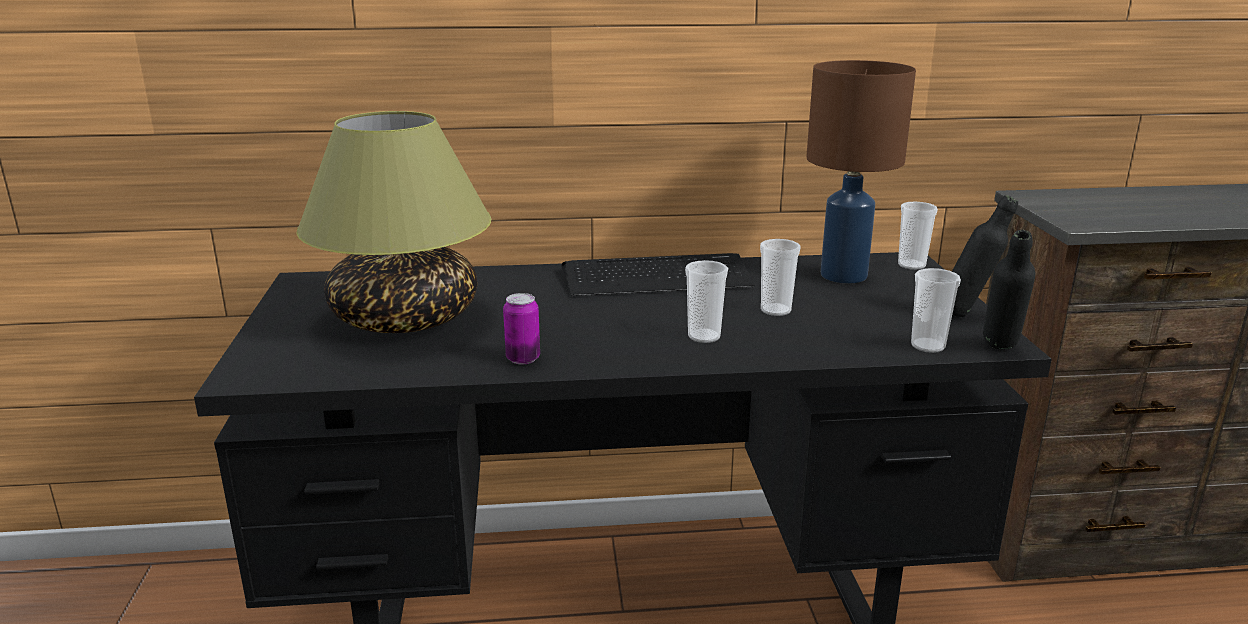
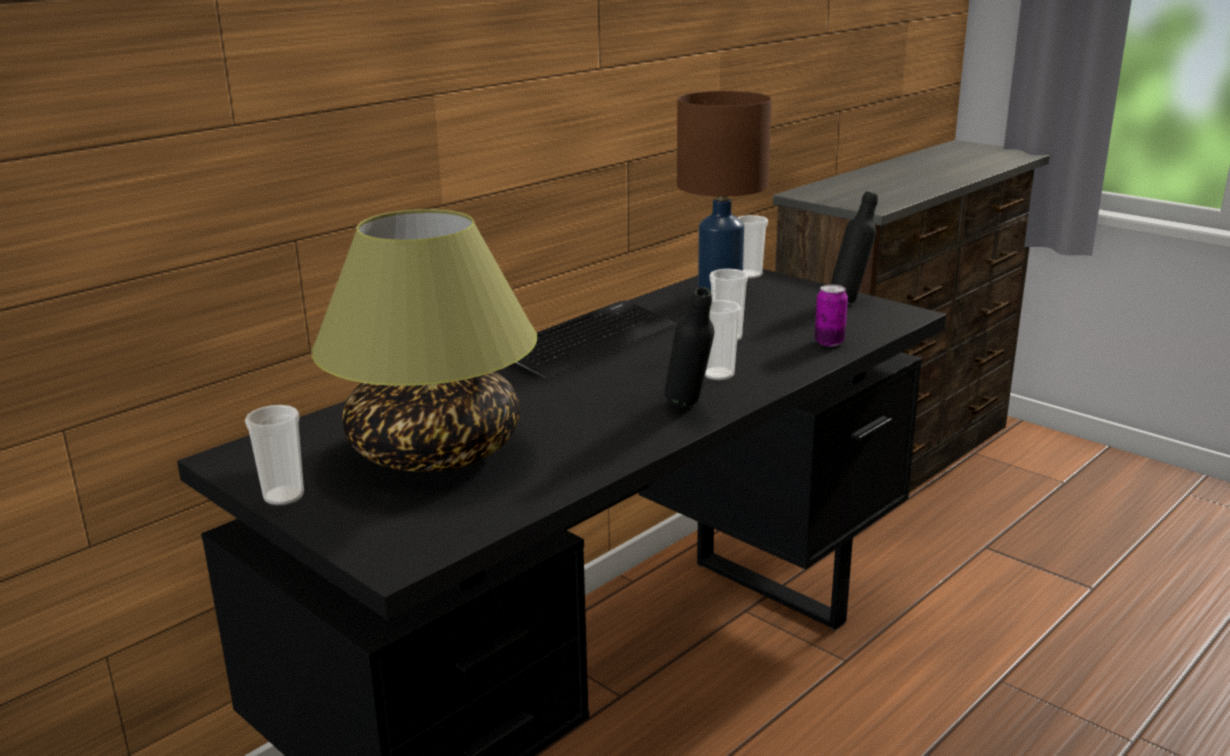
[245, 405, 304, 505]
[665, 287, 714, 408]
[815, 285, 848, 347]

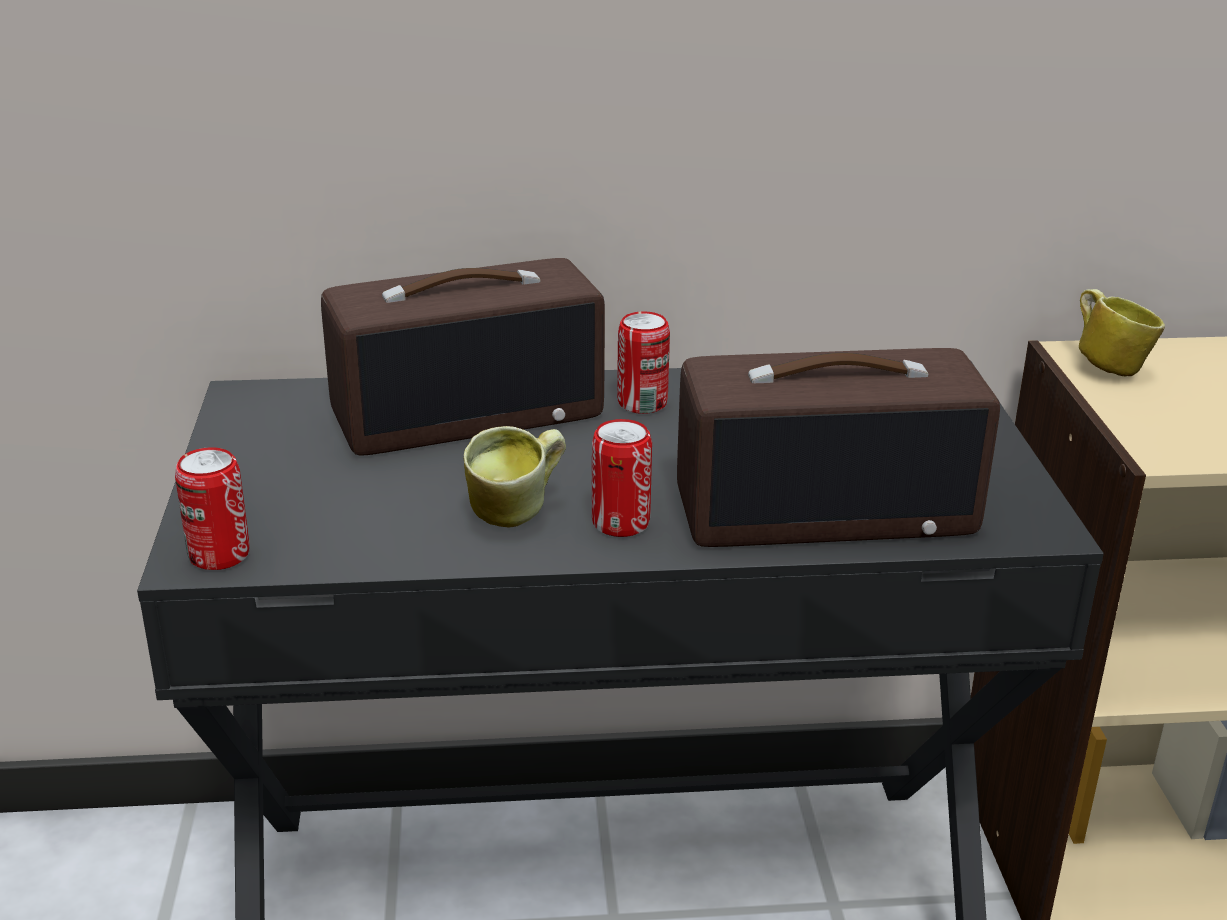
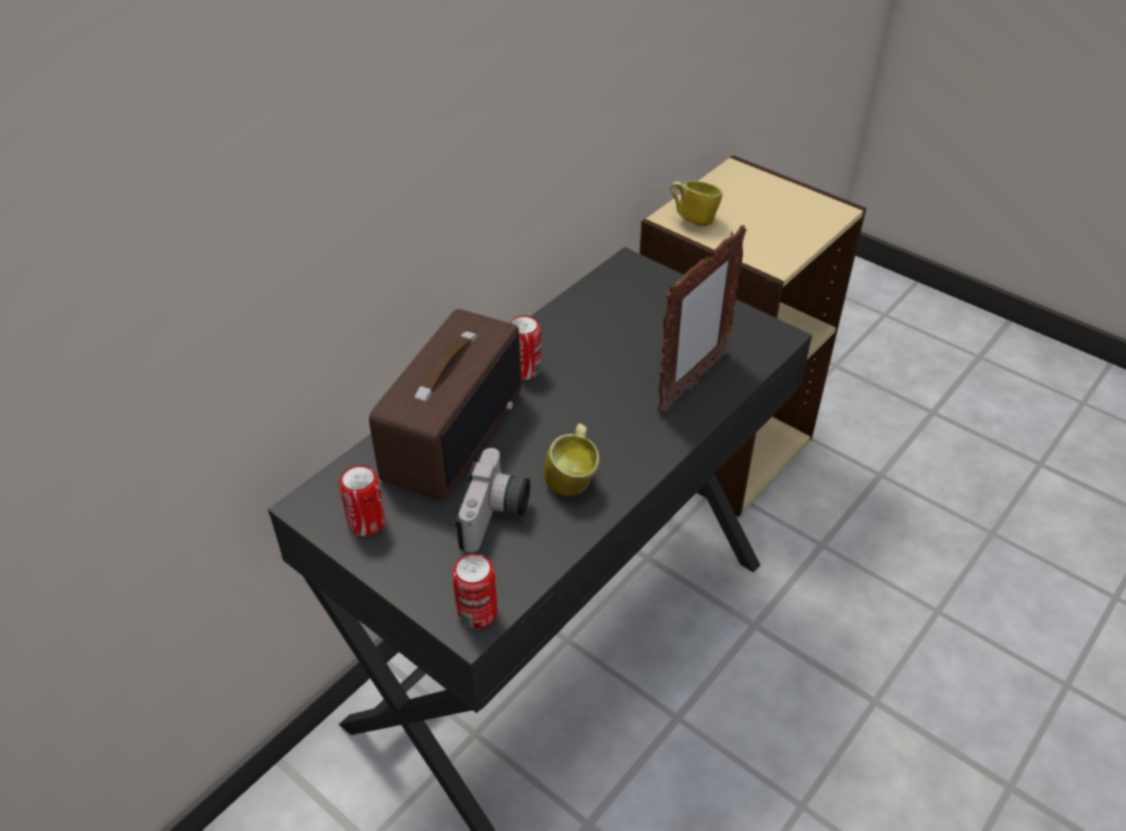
[339, 465, 385, 536]
[455, 448, 530, 553]
[657, 225, 747, 414]

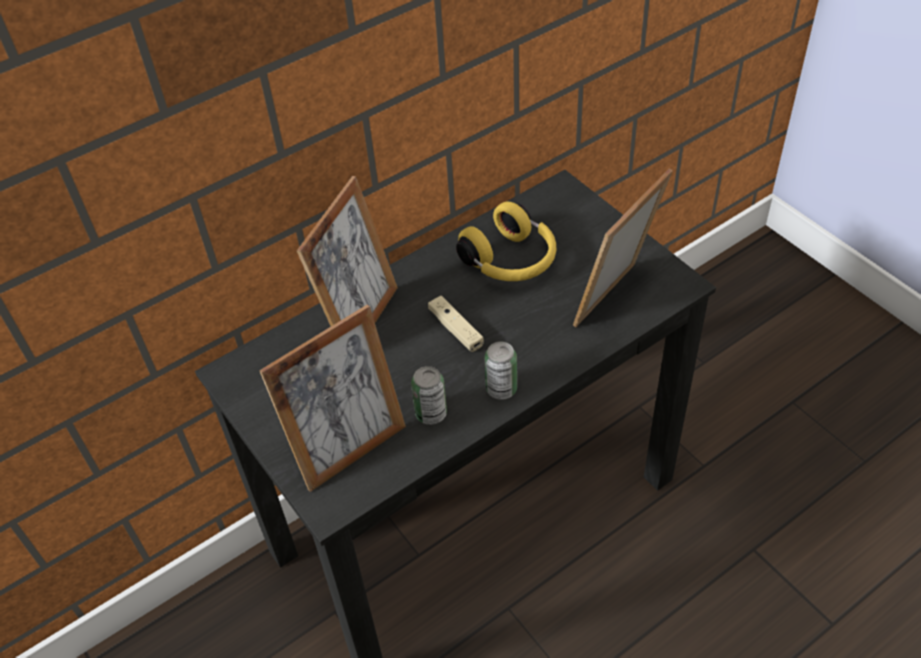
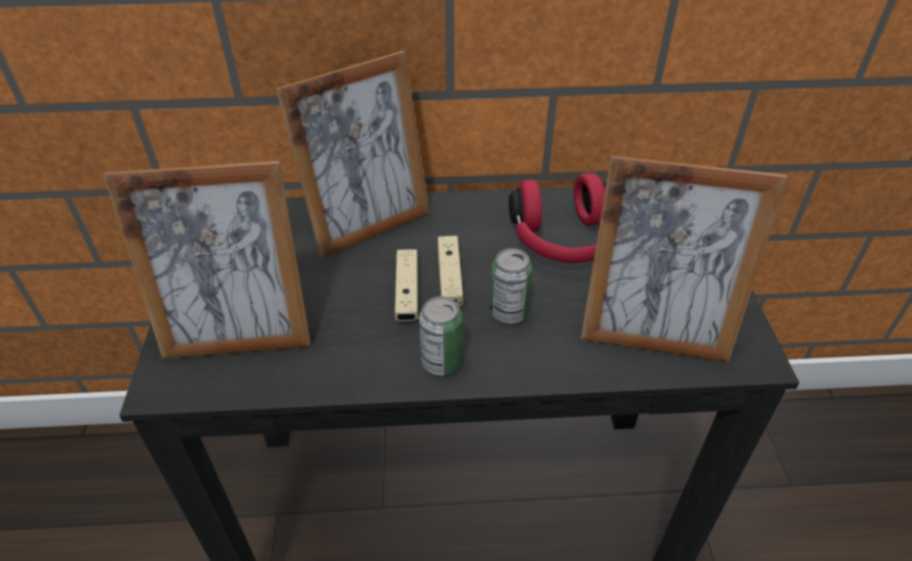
[395, 249, 418, 321]
[490, 248, 532, 324]
[509, 173, 607, 263]
[580, 155, 788, 362]

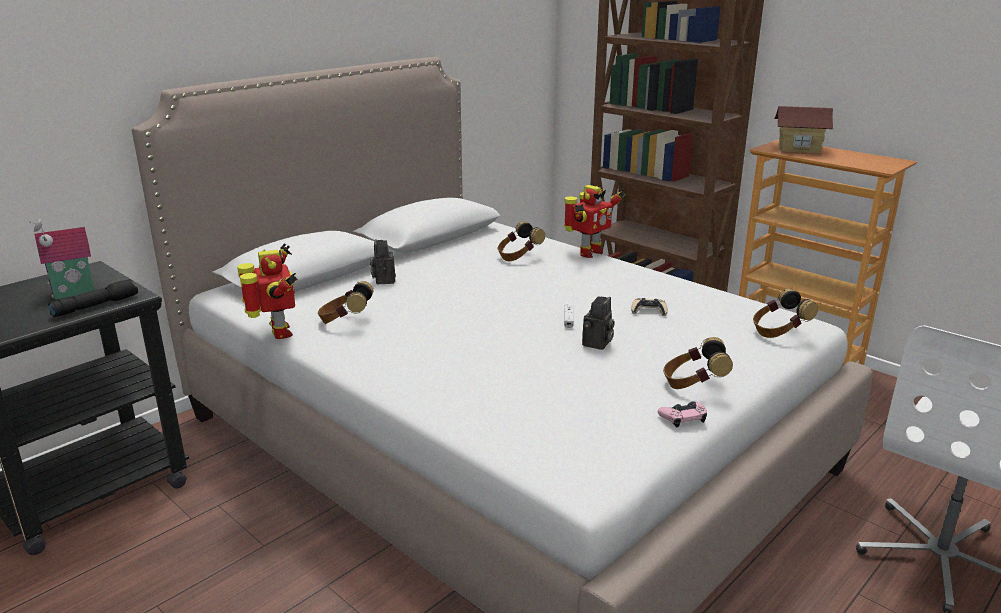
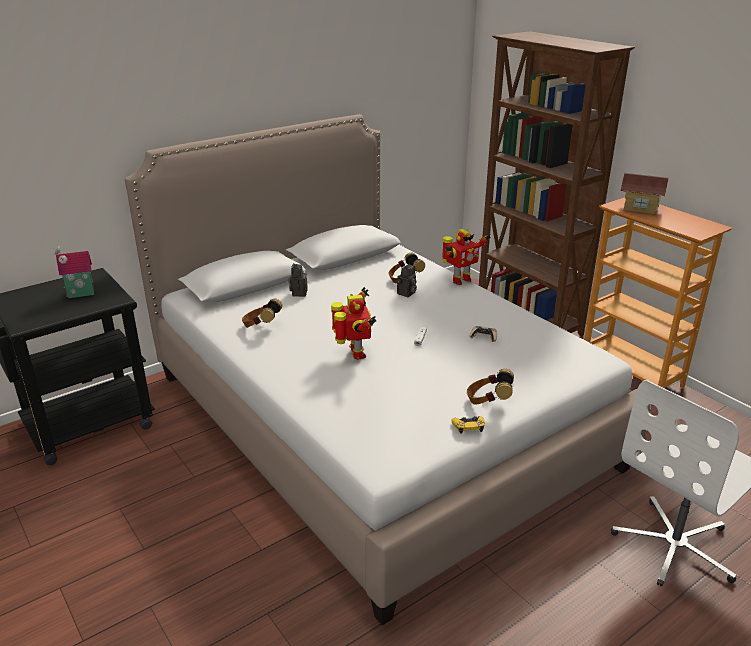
[331, 287, 376, 360]
[397, 264, 417, 297]
[451, 416, 485, 434]
[48, 279, 138, 317] (first image)
[753, 288, 818, 338] (first image)

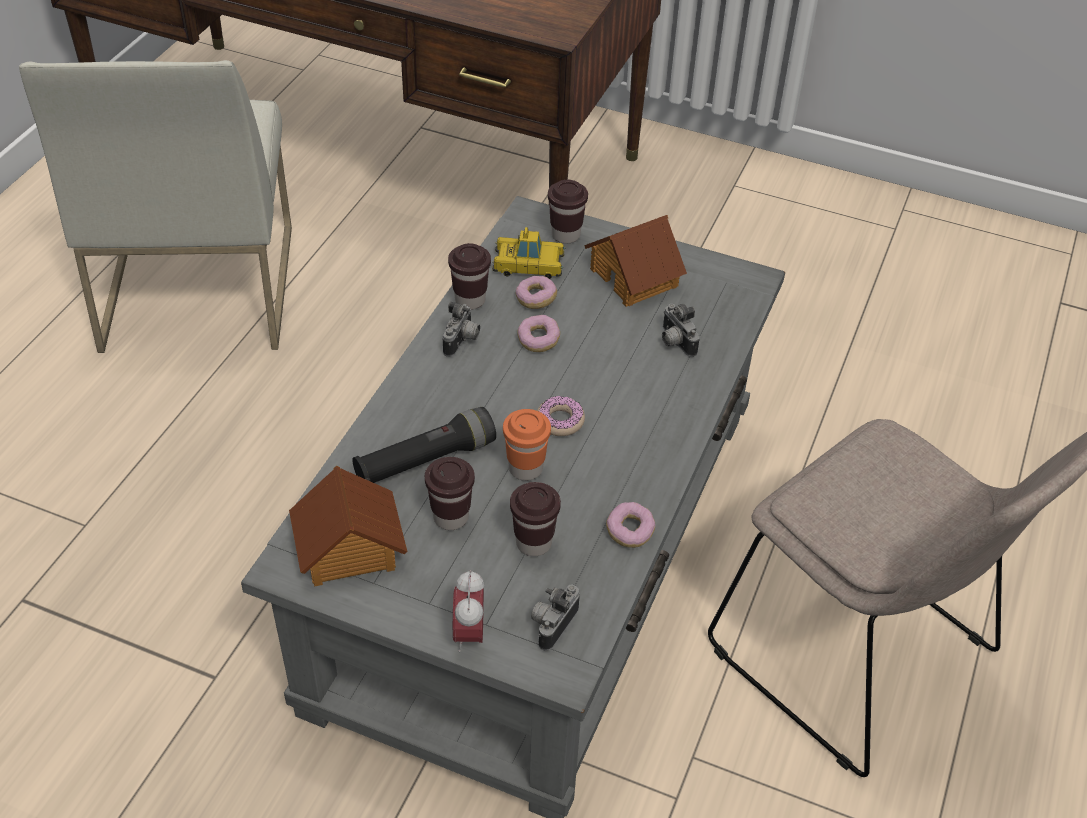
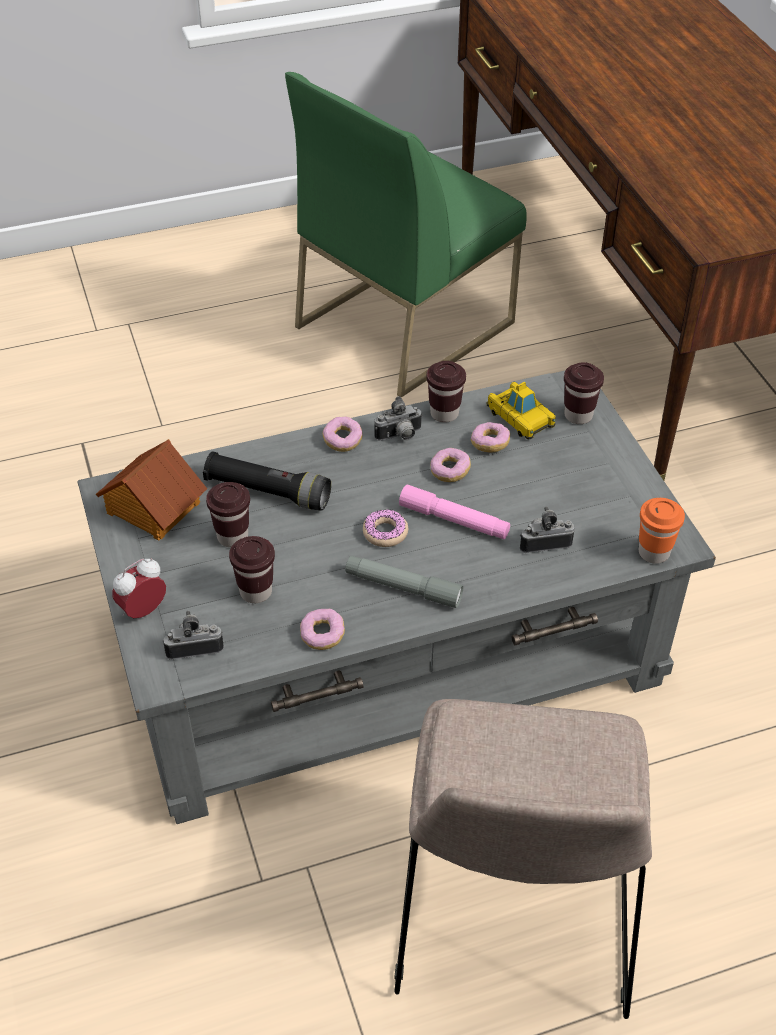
[285, 72, 527, 397]
[323, 416, 363, 452]
[345, 556, 463, 608]
[399, 484, 510, 539]
[520, 507, 575, 553]
[639, 498, 685, 564]
[584, 215, 687, 307] (first image)

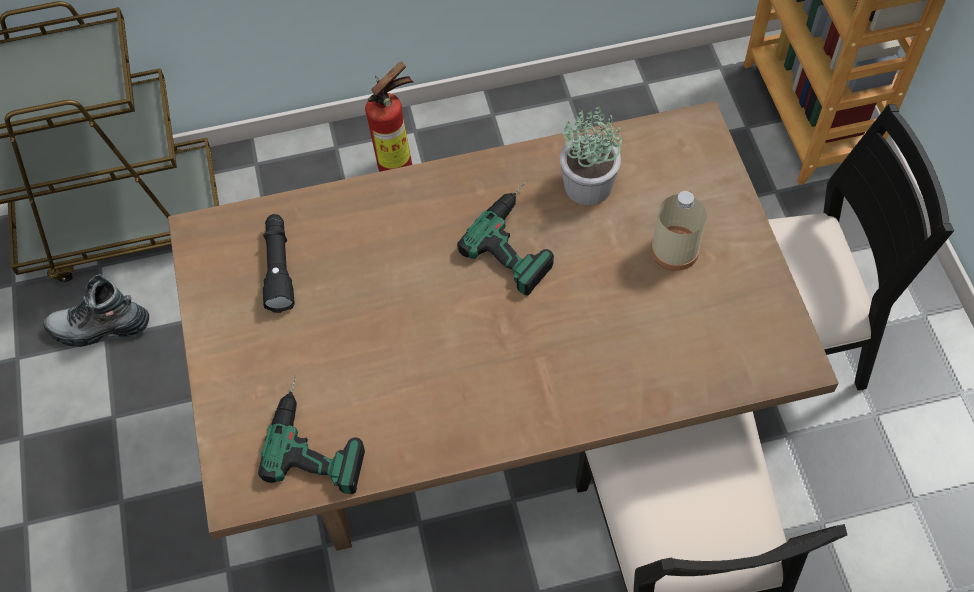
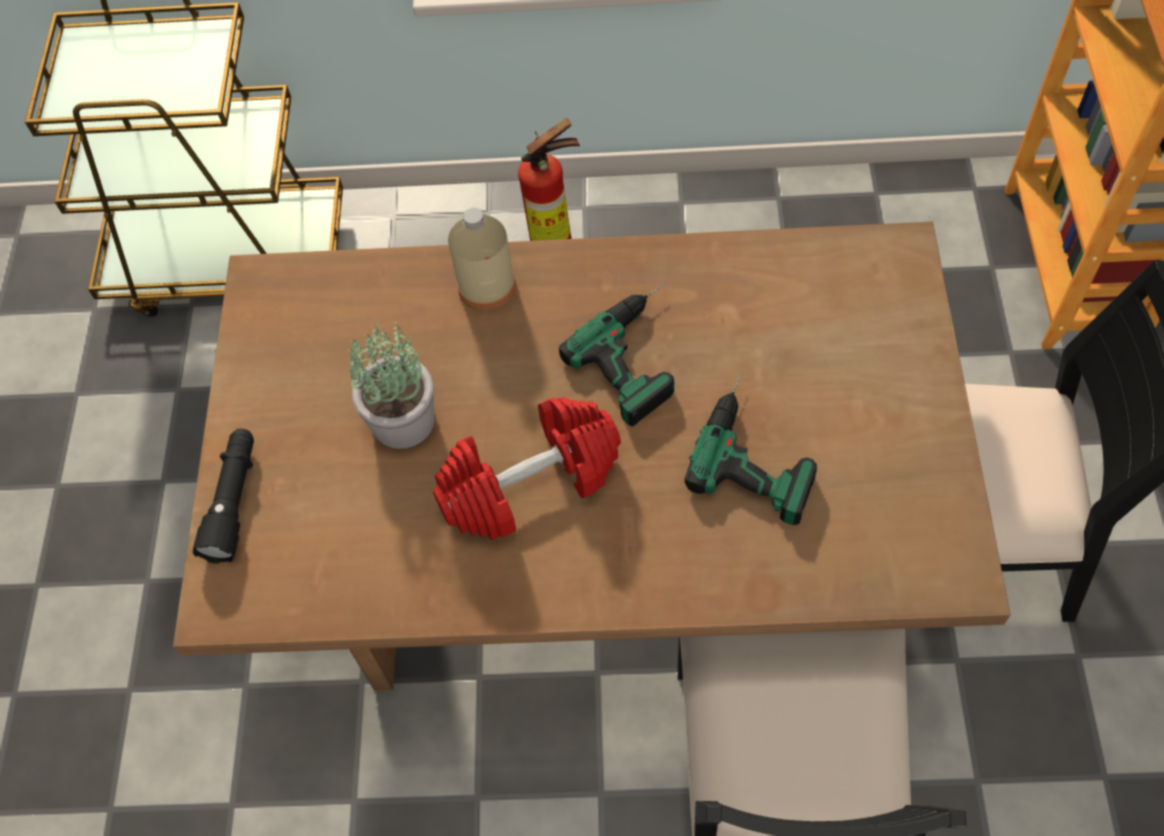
[193, 428, 254, 564]
[348, 322, 435, 449]
[433, 397, 621, 540]
[448, 208, 516, 310]
[684, 374, 817, 525]
[44, 274, 149, 347] (first image)

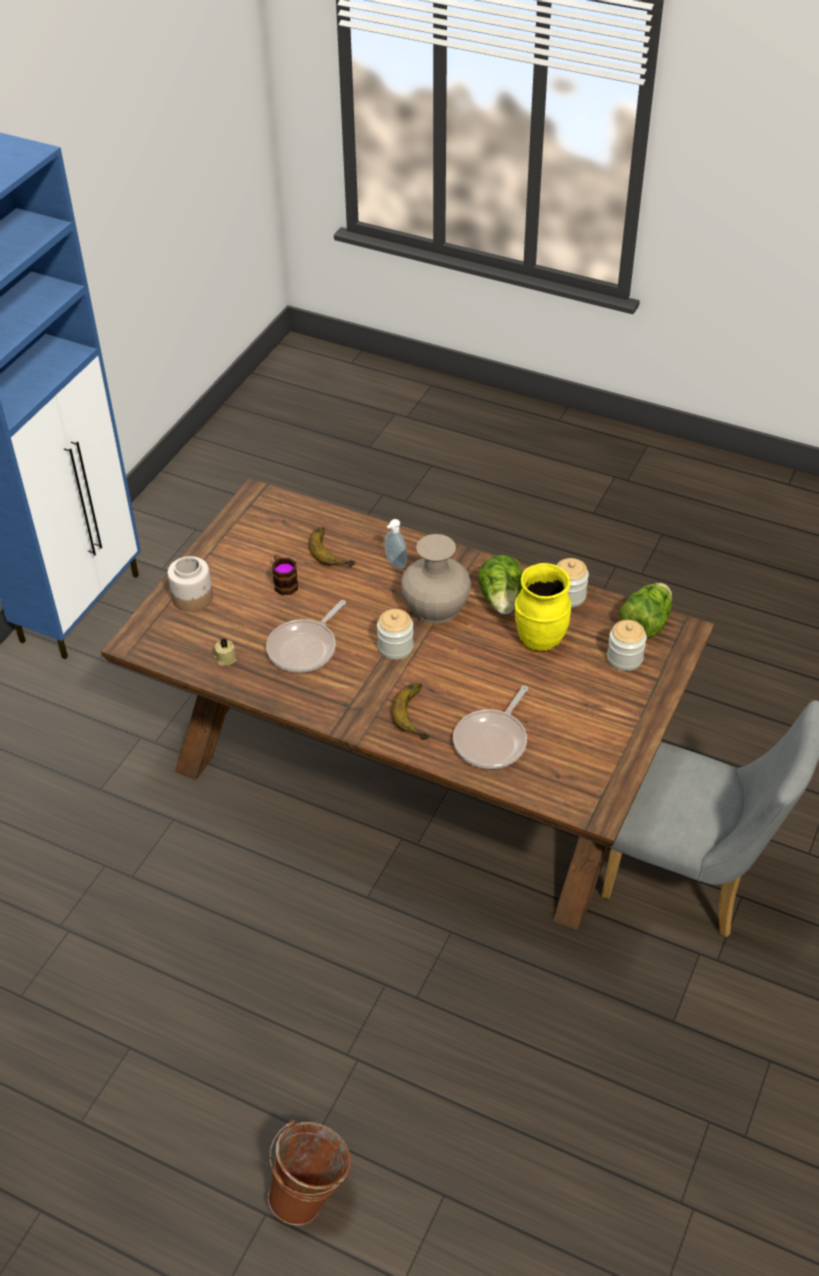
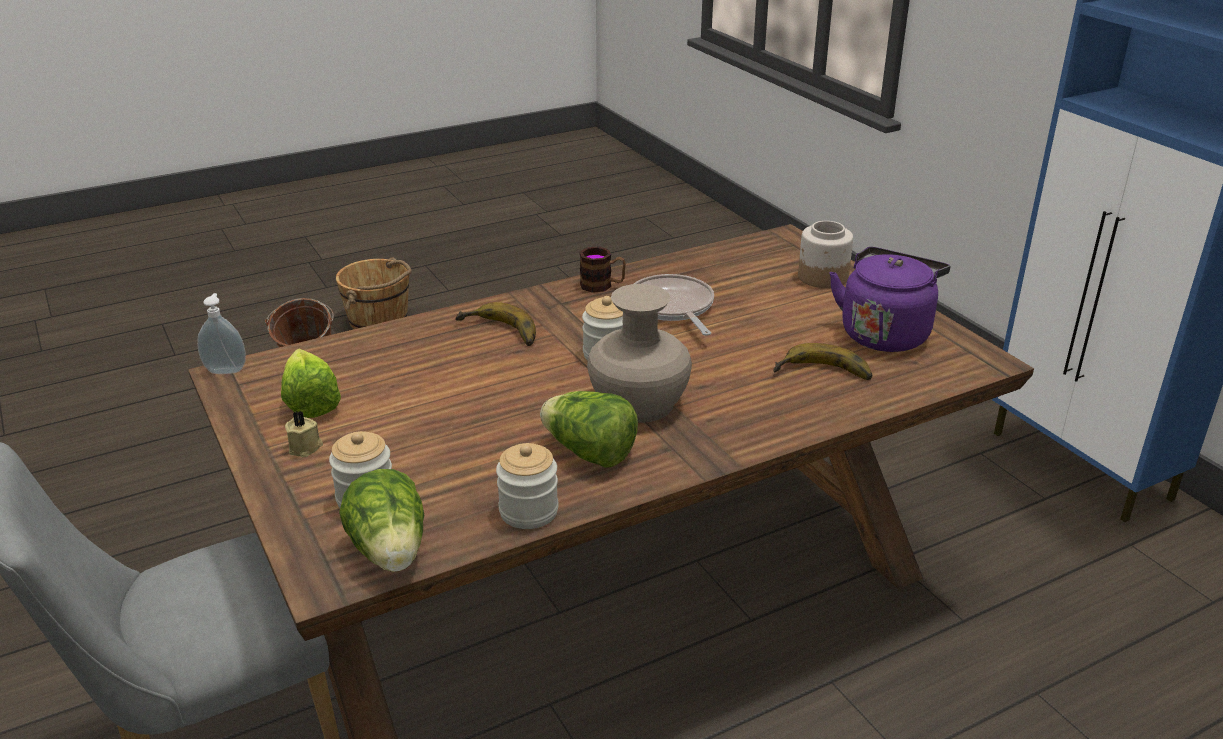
[197, 293, 246, 374]
[281, 349, 341, 418]
[285, 411, 323, 457]
[336, 258, 412, 329]
[580, 246, 626, 293]
[829, 247, 950, 352]
[453, 686, 528, 769] (first image)
[515, 563, 571, 652] (first image)

